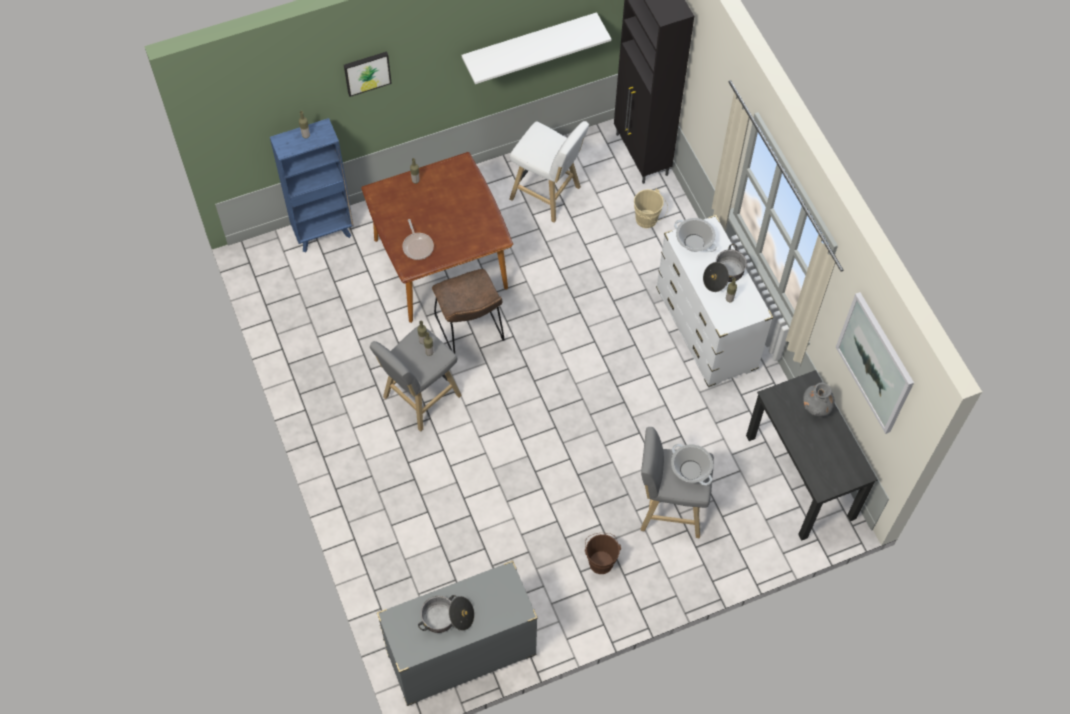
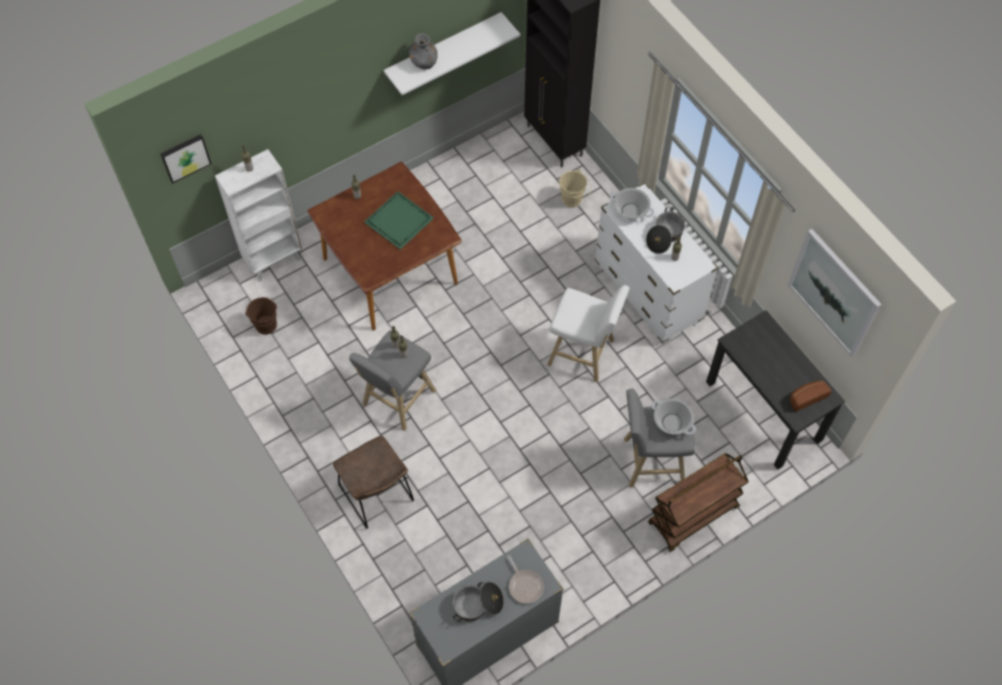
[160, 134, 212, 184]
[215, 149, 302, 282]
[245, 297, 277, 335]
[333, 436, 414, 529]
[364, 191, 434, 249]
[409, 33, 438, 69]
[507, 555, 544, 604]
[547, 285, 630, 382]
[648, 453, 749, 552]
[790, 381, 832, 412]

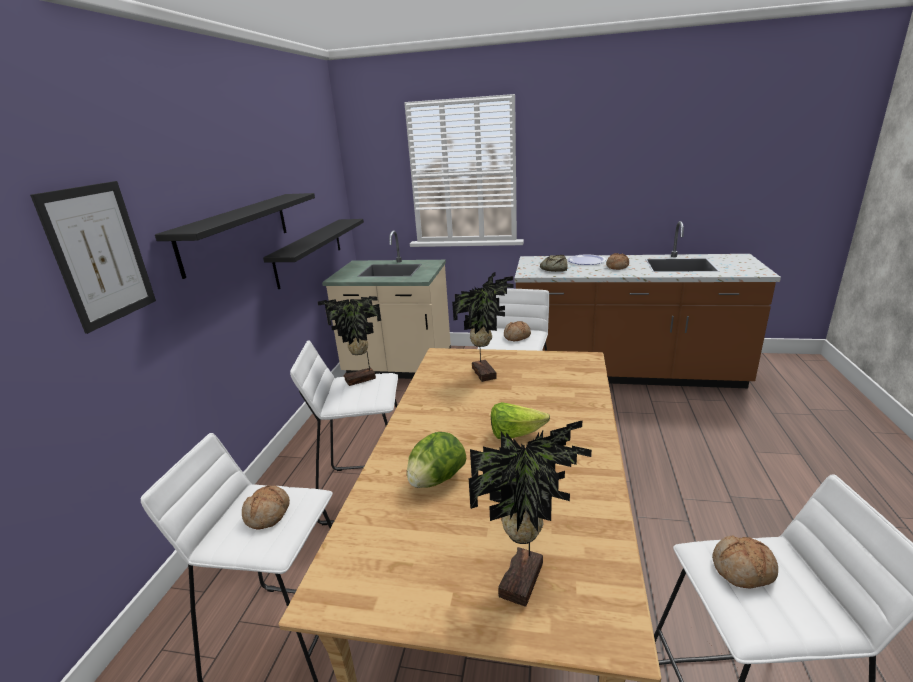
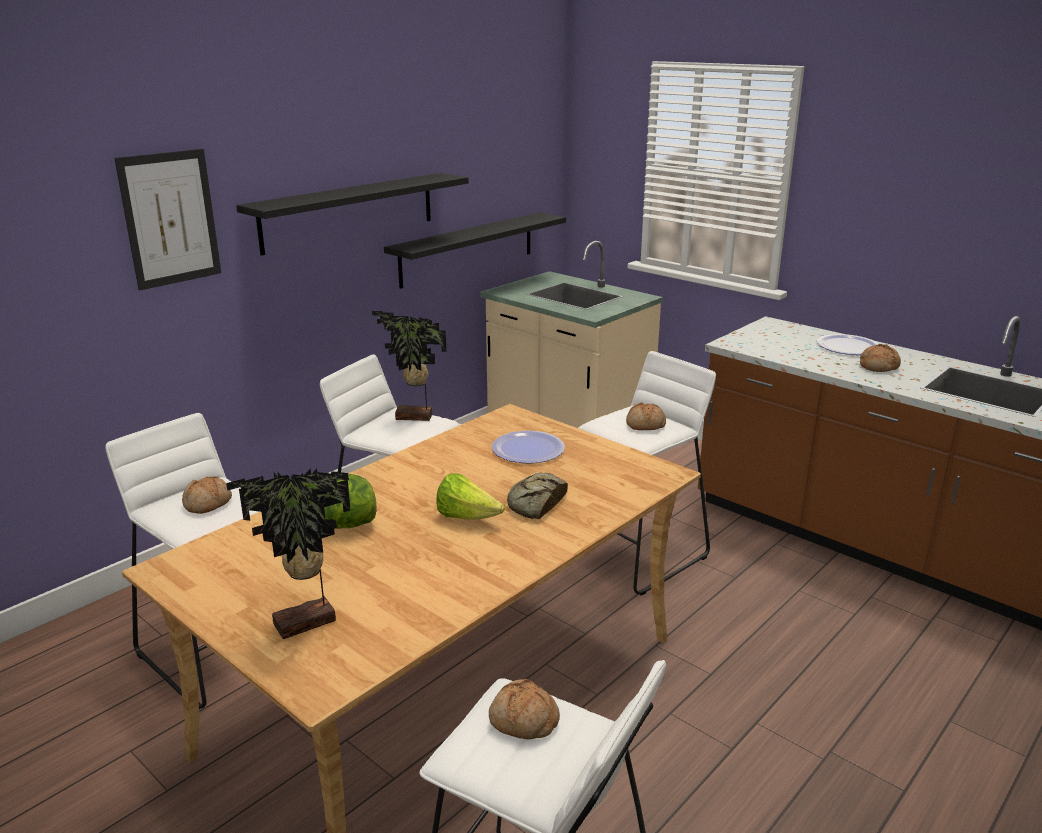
[492, 431, 565, 463]
[507, 473, 568, 519]

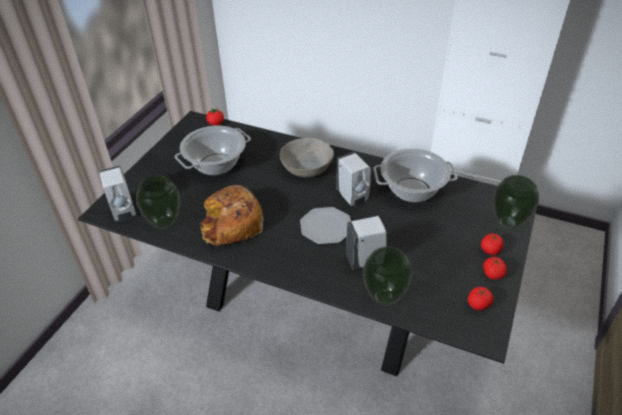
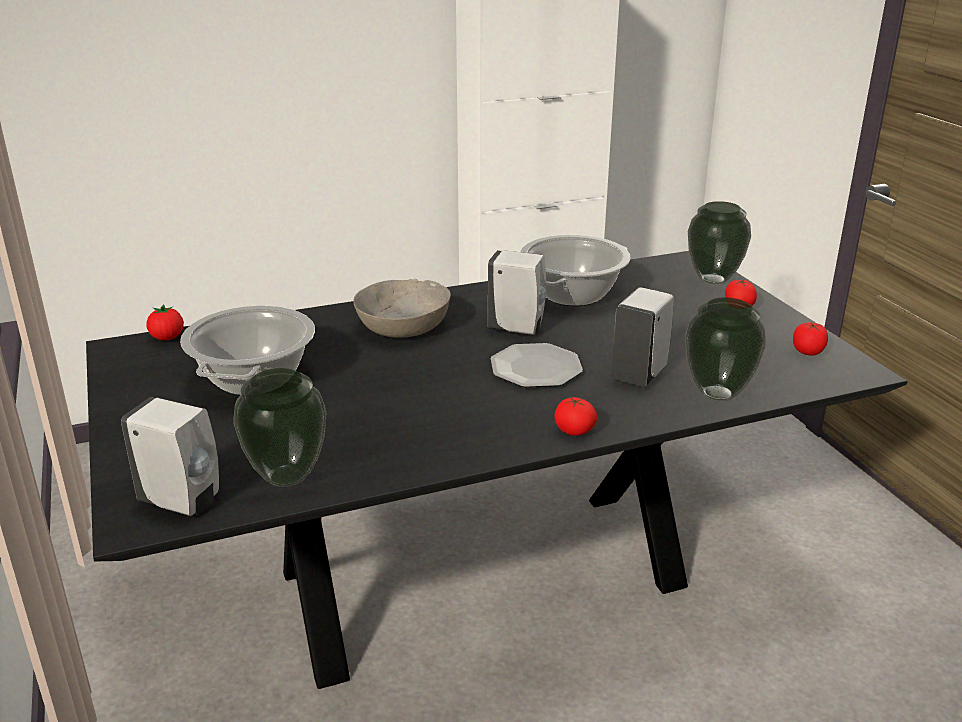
[554, 397, 597, 436]
[200, 185, 264, 247] (first image)

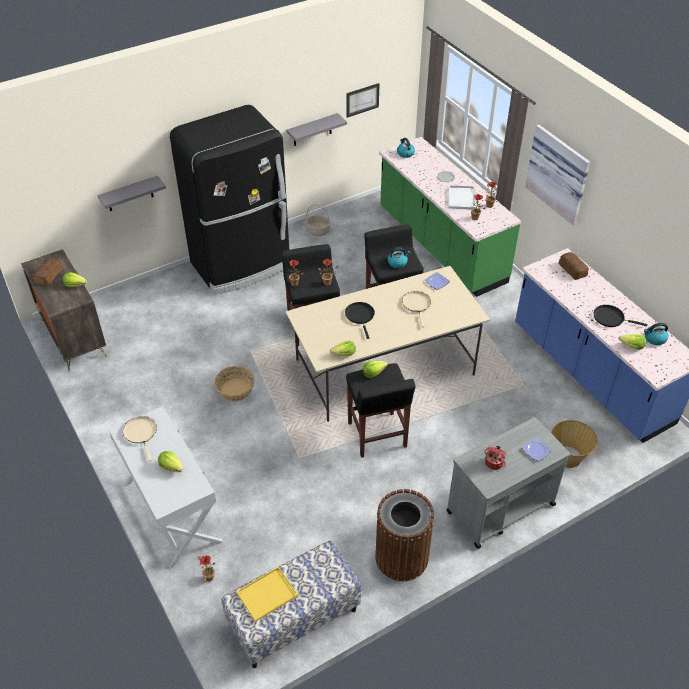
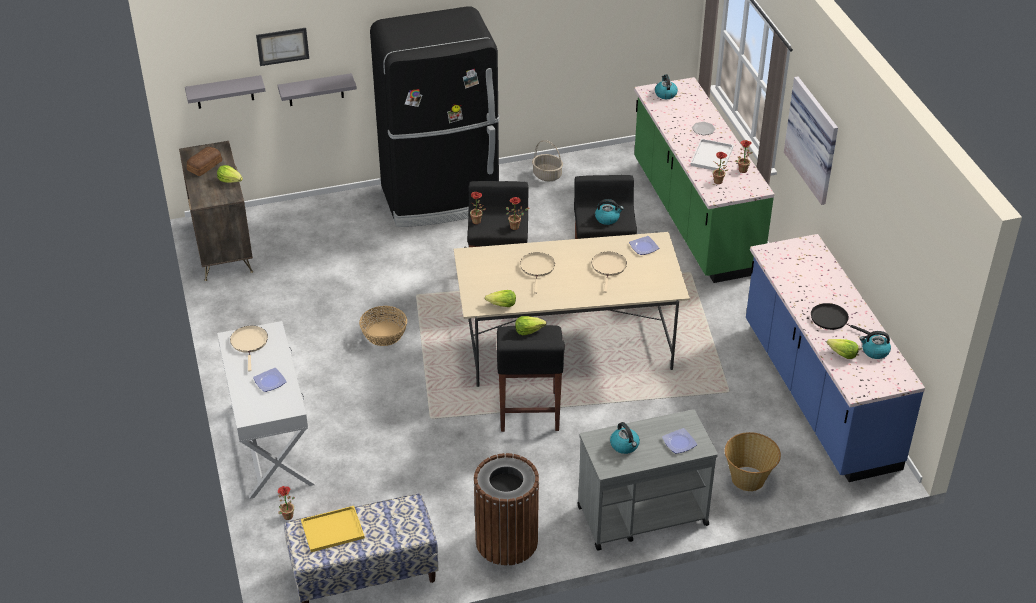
[185, 75, 265, 109]
[253, 368, 287, 392]
[256, 28, 309, 66]
[520, 252, 555, 294]
[610, 422, 640, 454]
[559, 252, 589, 280] (first image)

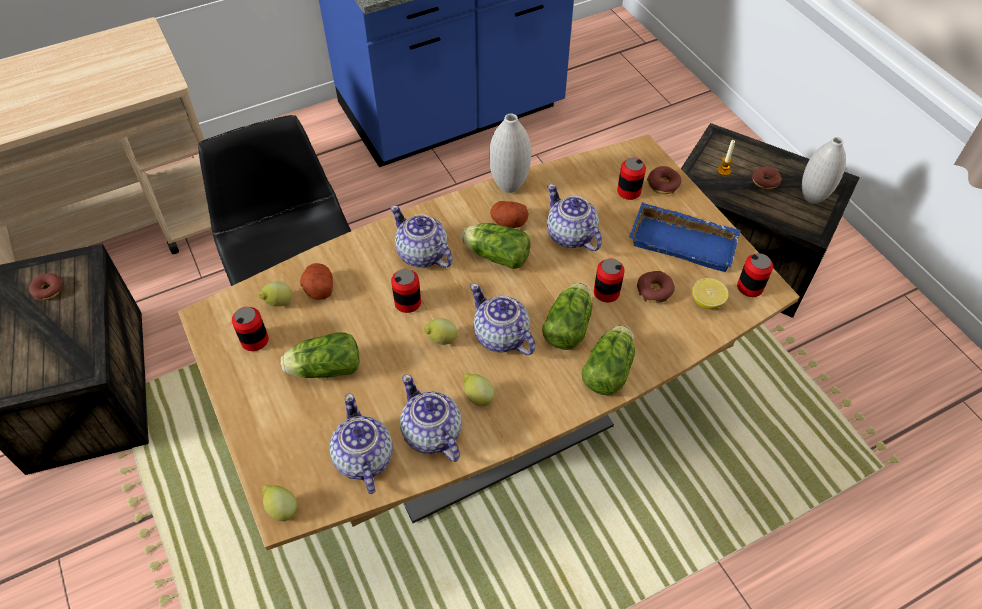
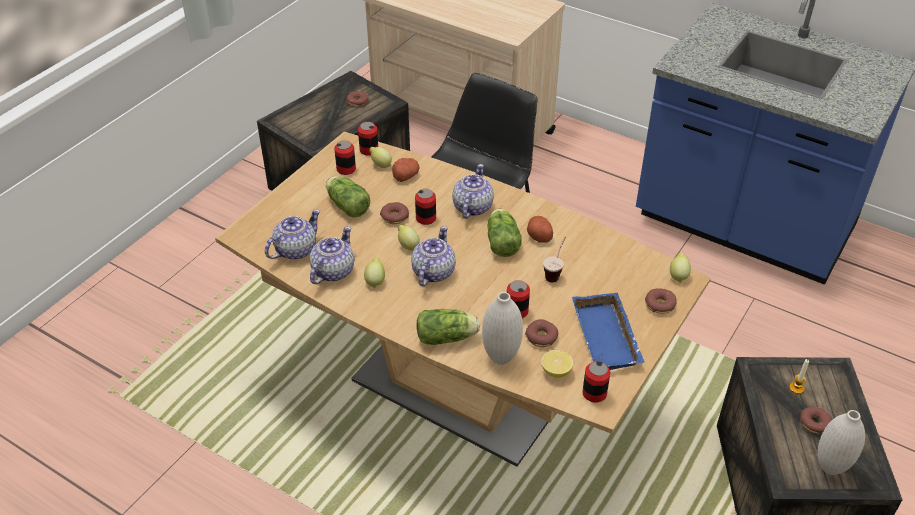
[358, 122, 378, 156]
[380, 202, 409, 224]
[482, 292, 523, 365]
[543, 237, 566, 282]
[670, 252, 691, 283]
[542, 283, 592, 350] (first image)

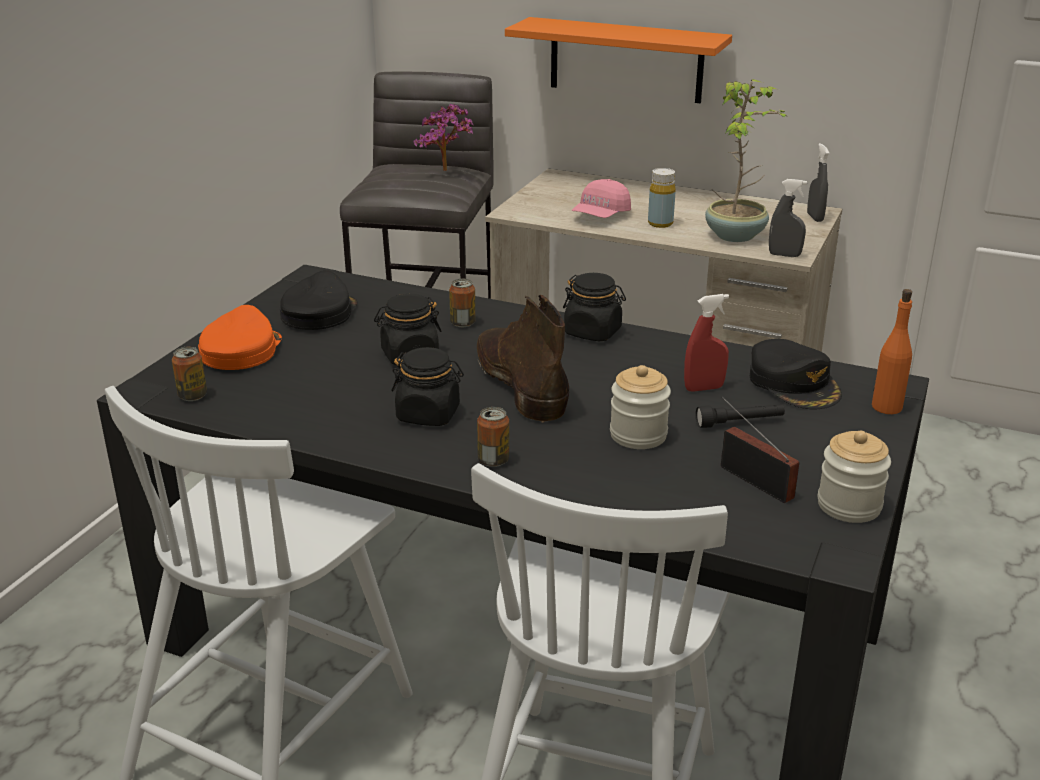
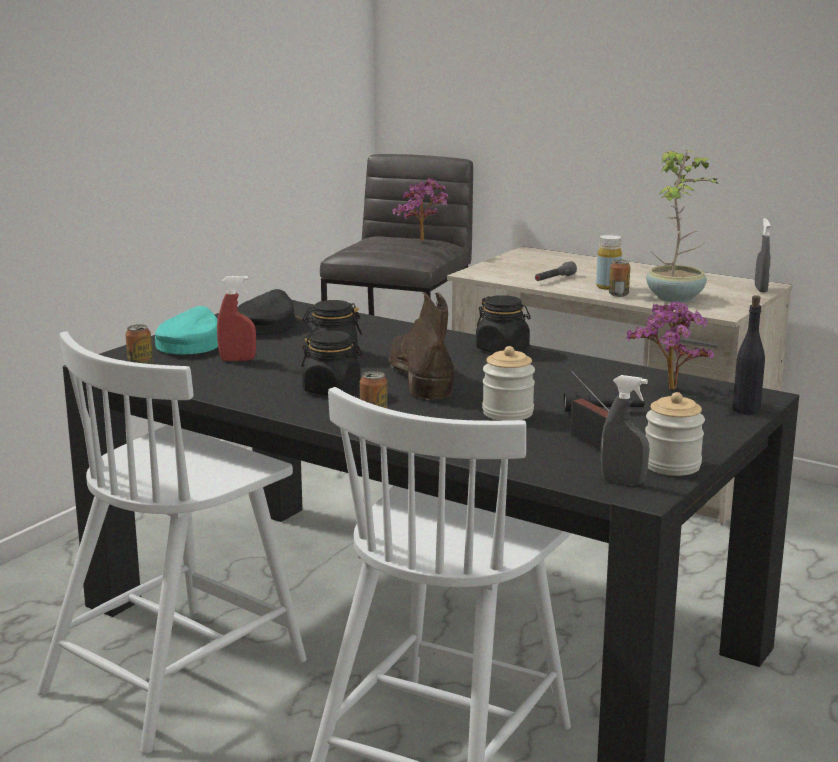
[155, 306, 218, 354]
[217, 276, 256, 361]
[535, 261, 577, 281]
[601, 375, 649, 485]
[609, 259, 630, 297]
[626, 301, 714, 390]
[733, 295, 765, 415]
[505, 17, 732, 103] (first image)

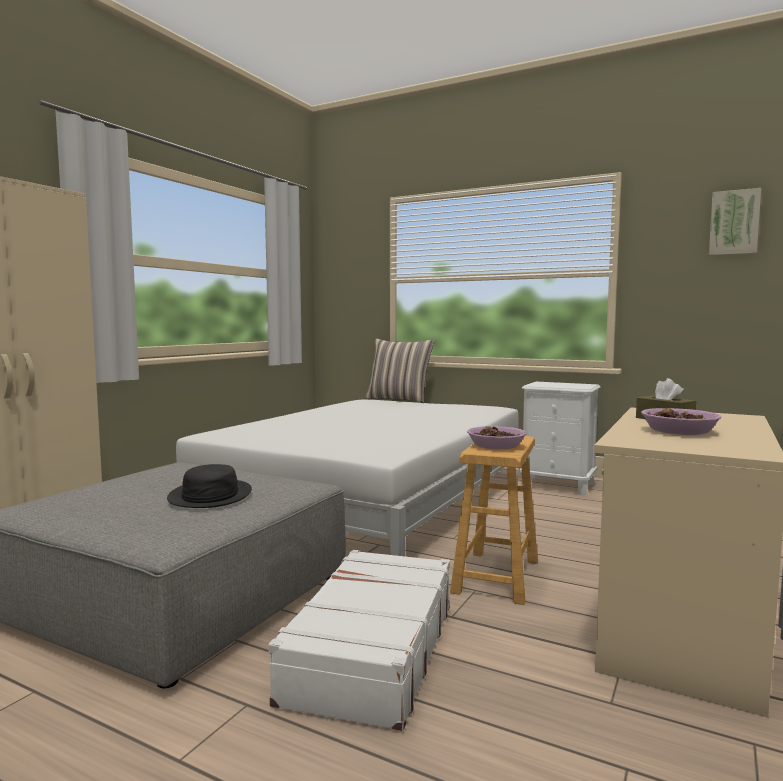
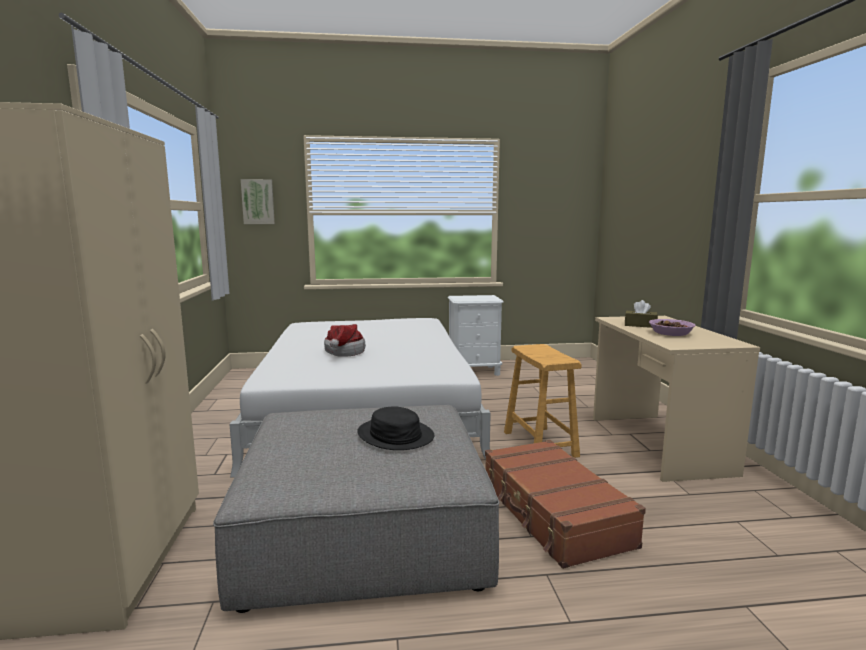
[241, 179, 275, 224]
[324, 324, 366, 357]
[485, 440, 646, 569]
[365, 339, 435, 403] (first image)
[467, 426, 527, 449] (first image)

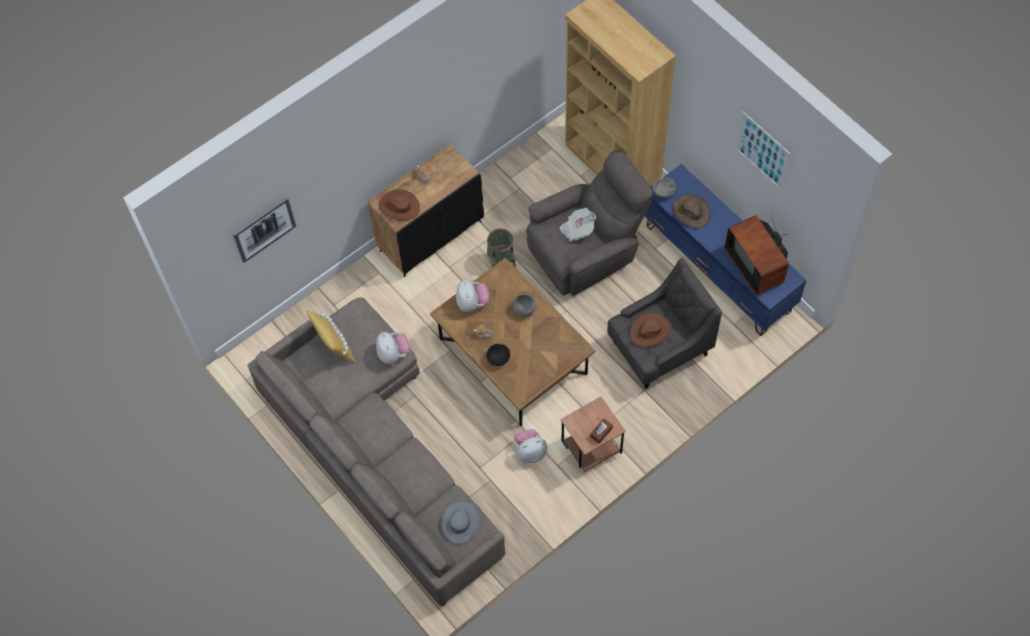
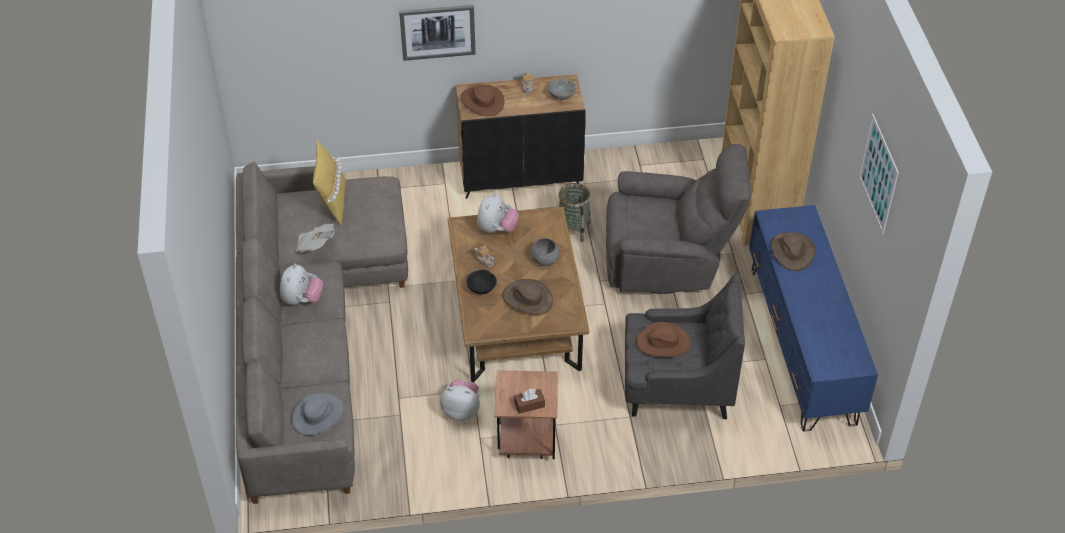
[280, 264, 323, 305]
[296, 224, 335, 252]
[399, 5, 476, 61]
[502, 279, 553, 315]
[548, 78, 576, 100]
[725, 215, 789, 295] (first image)

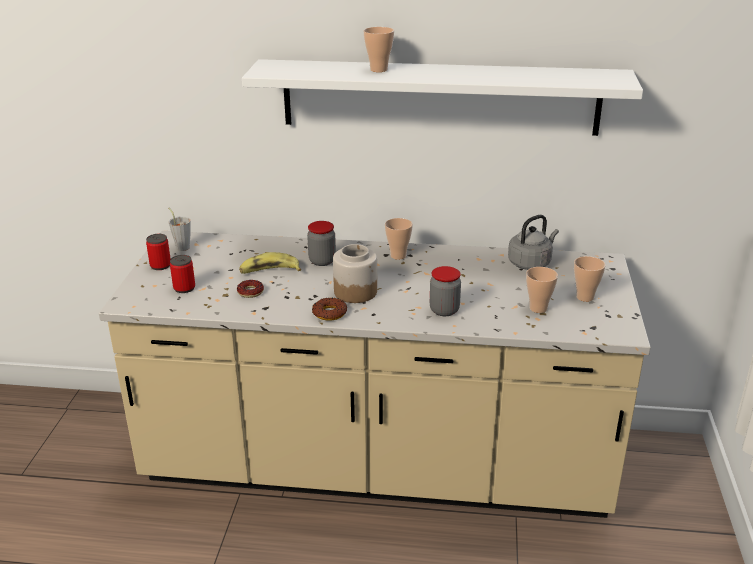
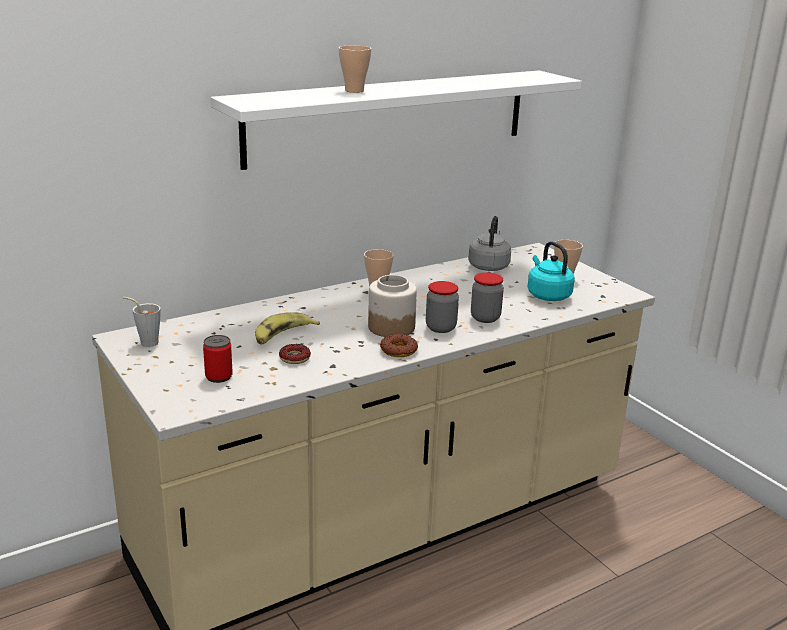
[426, 281, 459, 333]
[528, 241, 575, 301]
[146, 234, 171, 270] (first image)

